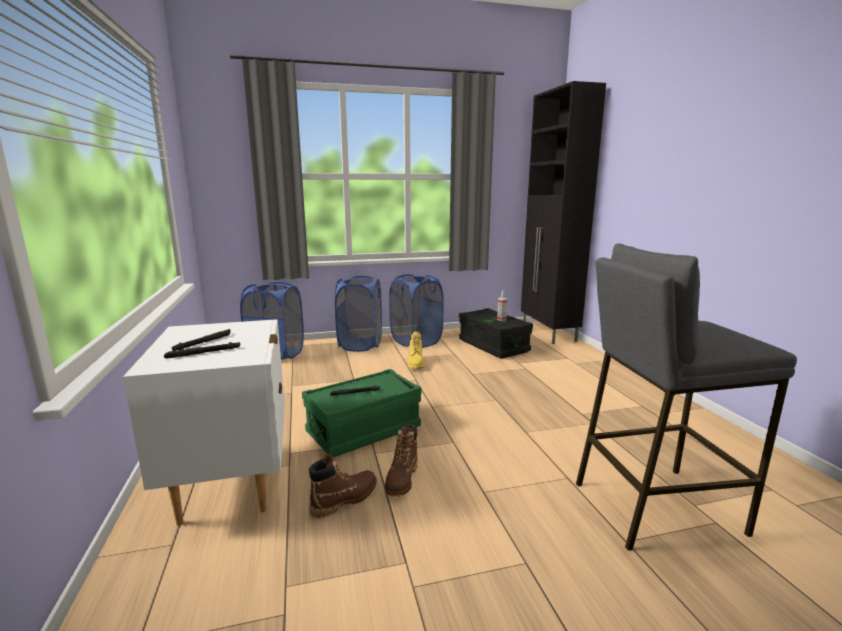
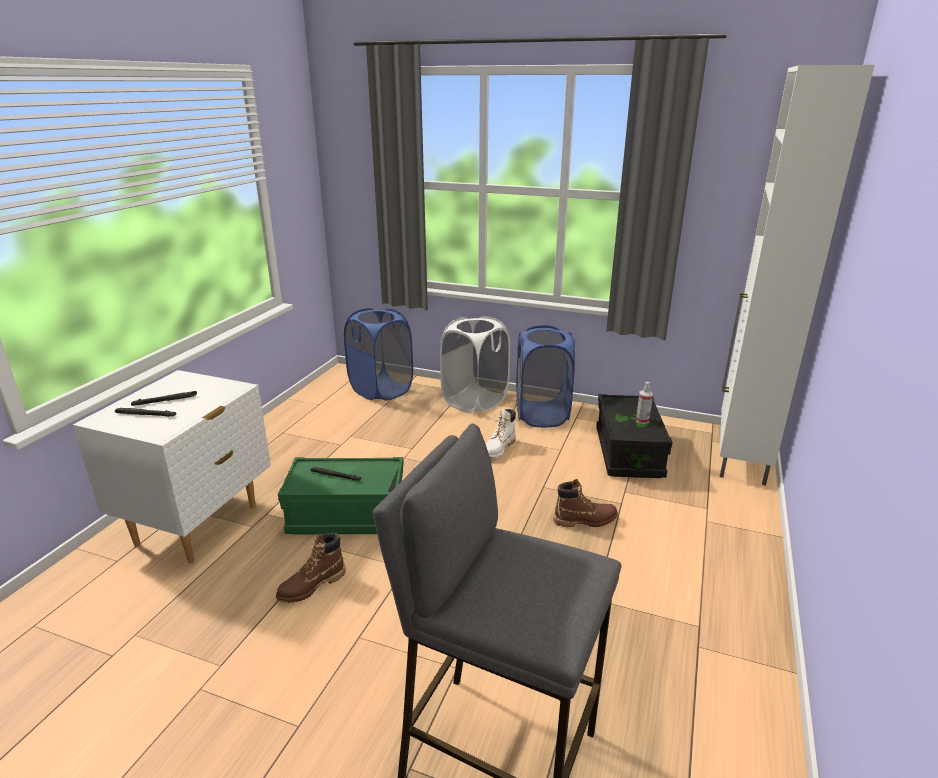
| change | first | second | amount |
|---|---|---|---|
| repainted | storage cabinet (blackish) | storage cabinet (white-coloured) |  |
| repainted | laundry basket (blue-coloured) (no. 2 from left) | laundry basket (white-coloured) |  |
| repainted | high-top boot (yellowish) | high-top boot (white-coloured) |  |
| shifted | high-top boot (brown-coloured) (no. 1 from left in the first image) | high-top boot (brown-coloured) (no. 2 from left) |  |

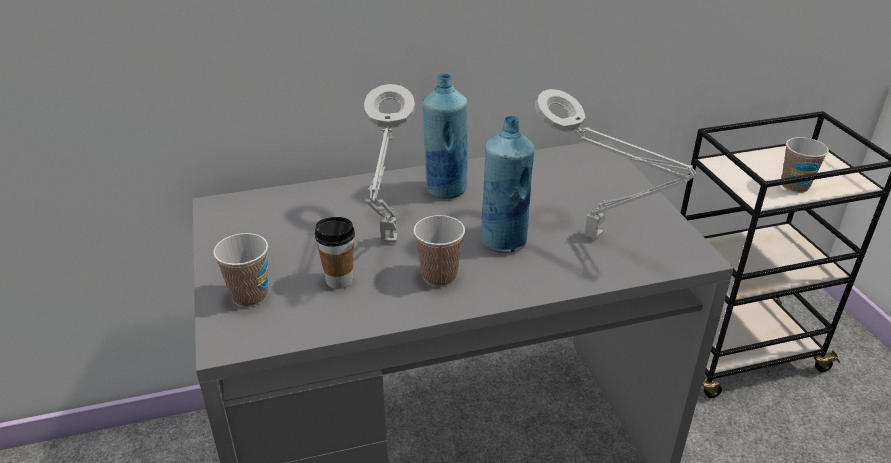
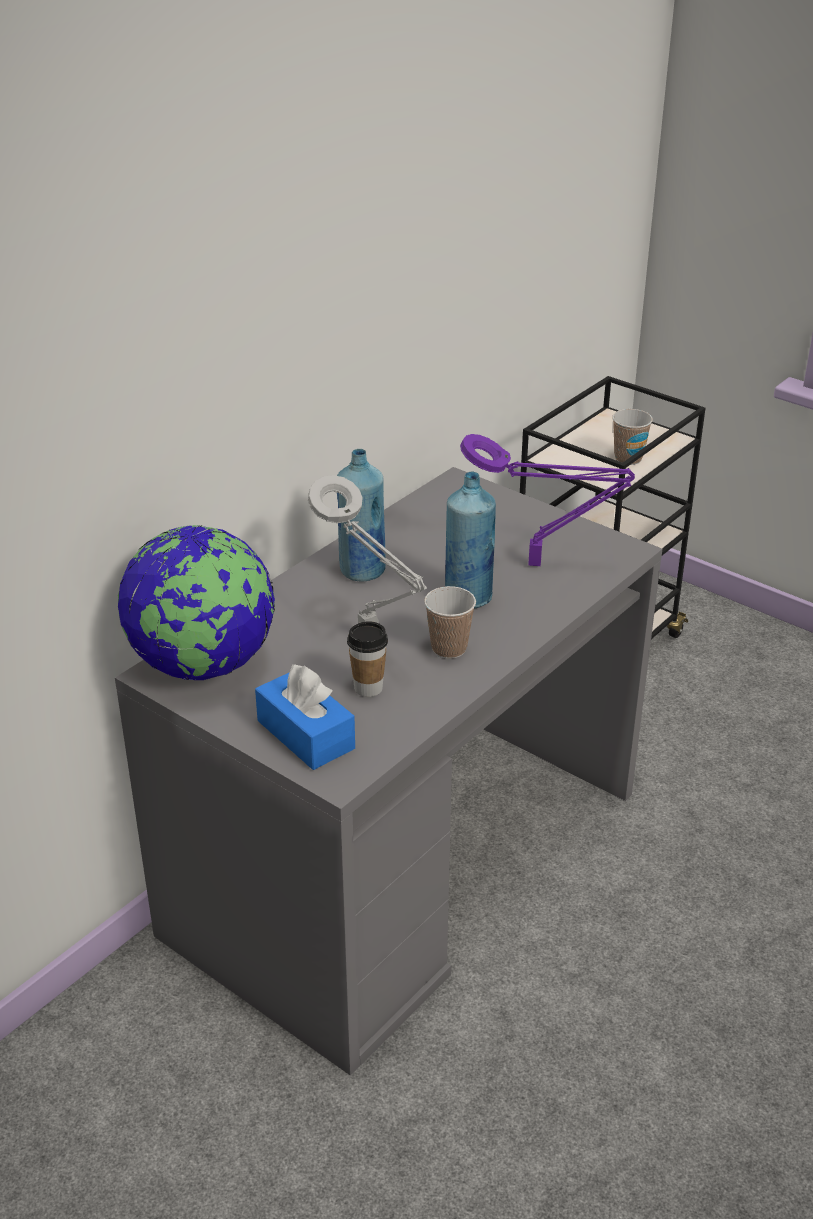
| change | first | second | amount |
|---|---|---|---|
| repainted | table lamp (gray) (no. 2 from left) | table lamp (purplish) |  |
| swapped | drinking cup (no. 1 from left) | tissue box (blue-coloured) |  |
| new |  | desk globe |  |

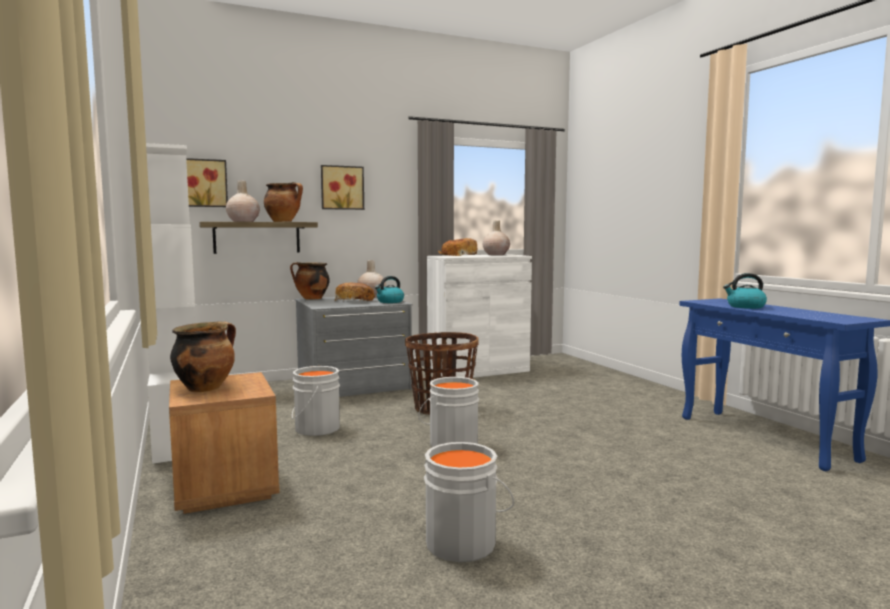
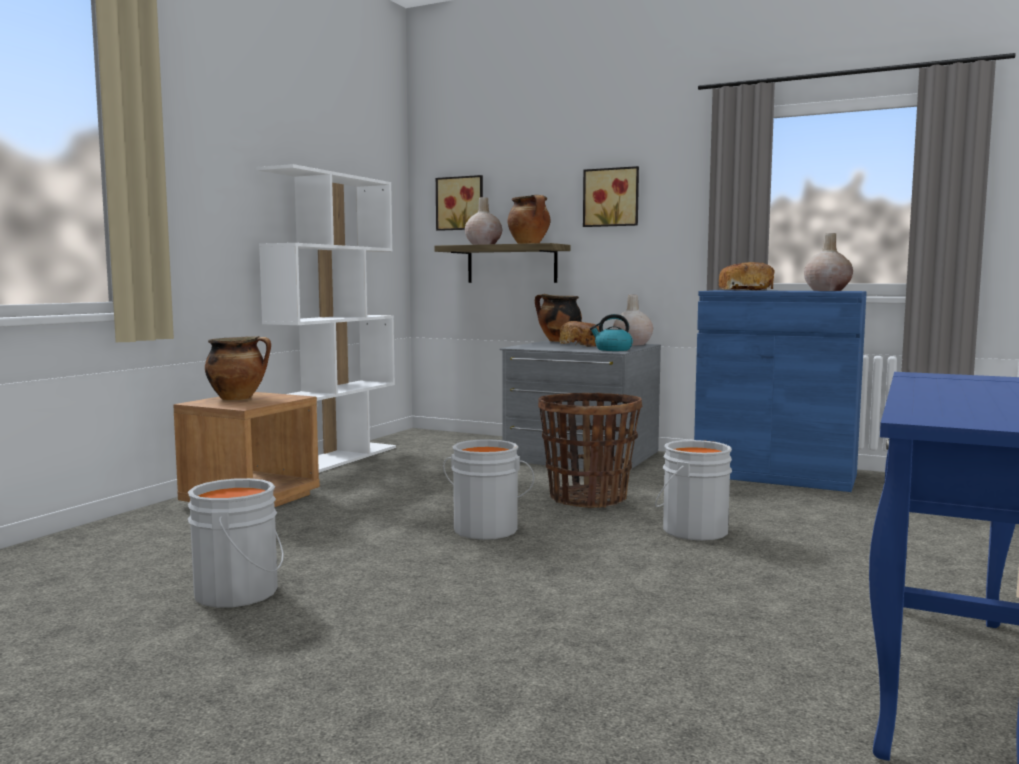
| change | first | second | amount |
|---|---|---|---|
| repainted | storage cabinet (white-coloured) | storage cabinet (blue-coloured) |  |
| gone | water kettle (no. 2 from left) |  |  |
| shifted | bucket (gray) (no. 1 from left in the first image) | bucket (gray) (no. 3 from left) |  |

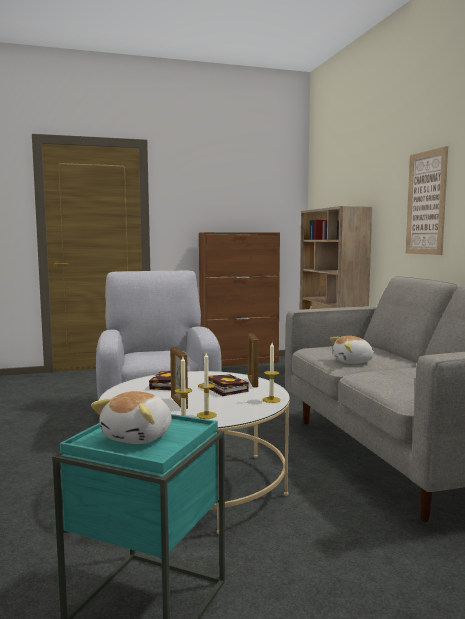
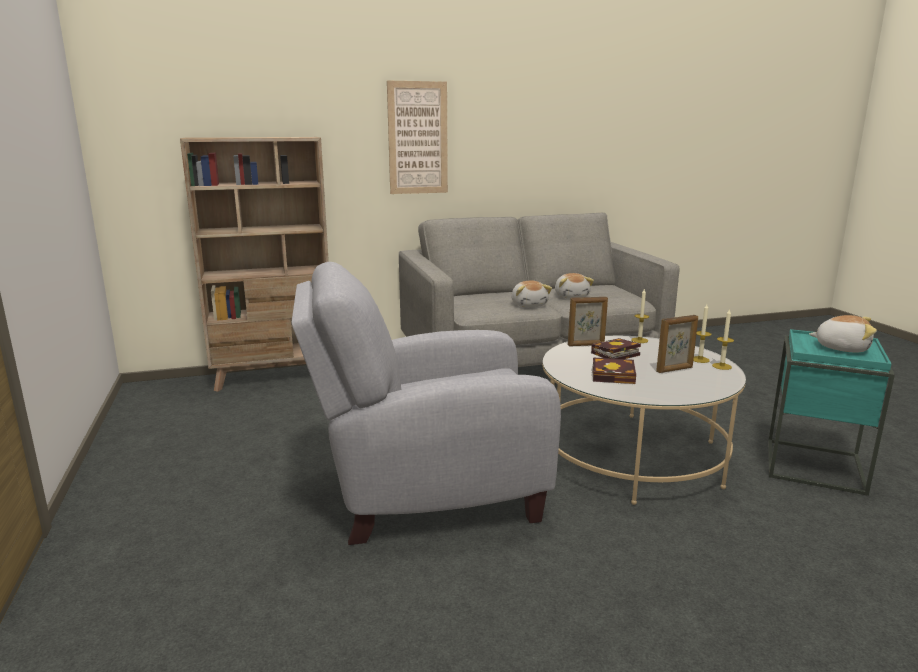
| change | first | second | amount |
|---|---|---|---|
| gone | storage cabinet (brown-coloured) |  |  |
| new |  | cuddly toy (no. 2 from left) |  |

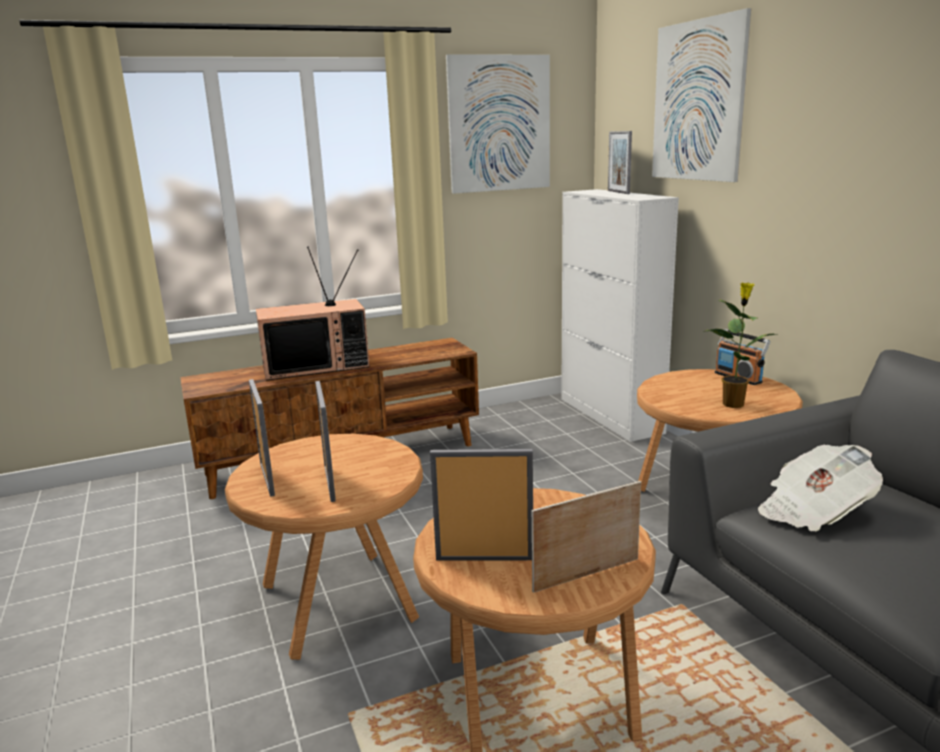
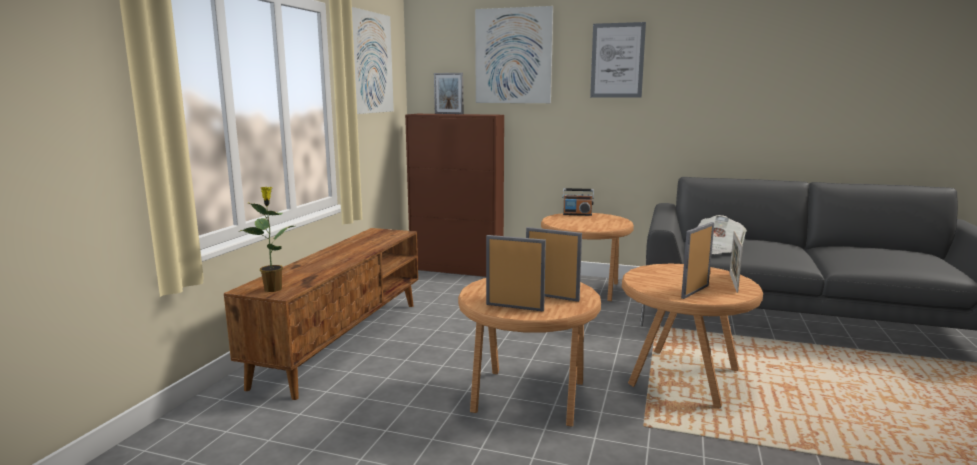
| change | first | second | amount |
|---|---|---|---|
| repainted | storage cabinet (white-coloured) | storage cabinet (brown-coloured) |  |
| gone | television |  |  |
| shifted | houseplant |  |  |
| new |  | picture (no. 3 from left) |  |

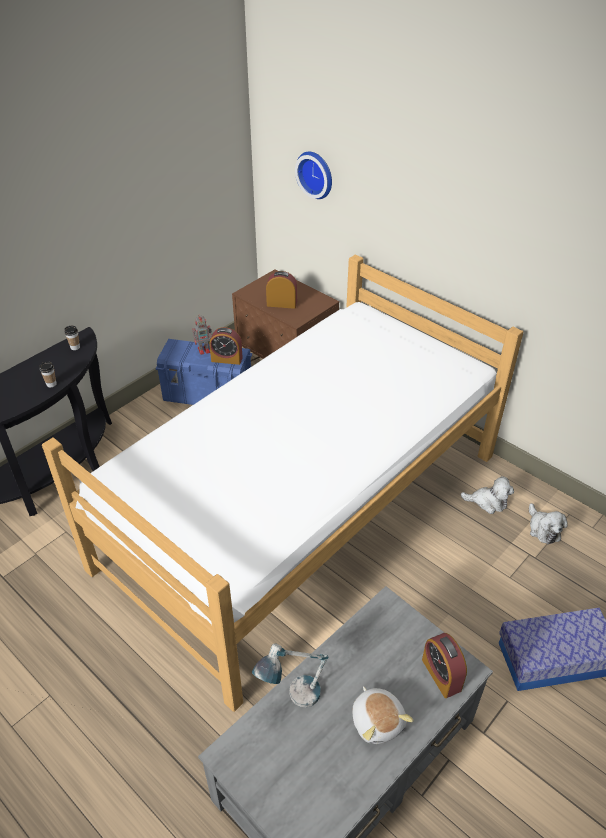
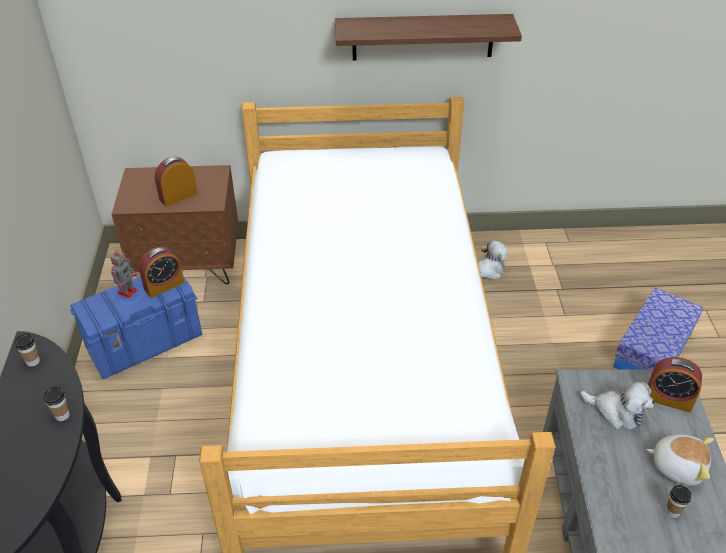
| change | first | second | amount |
|---|---|---|---|
| gone | hanging clock |  |  |
| shifted | cuddly toy (no. 3 from left in the first image) | cuddly toy (no. 2 from left) |  |
| gone | table lamp |  |  |
| new |  | shelf |  |
| new |  | drinking cup (no. 3 from left) |  |

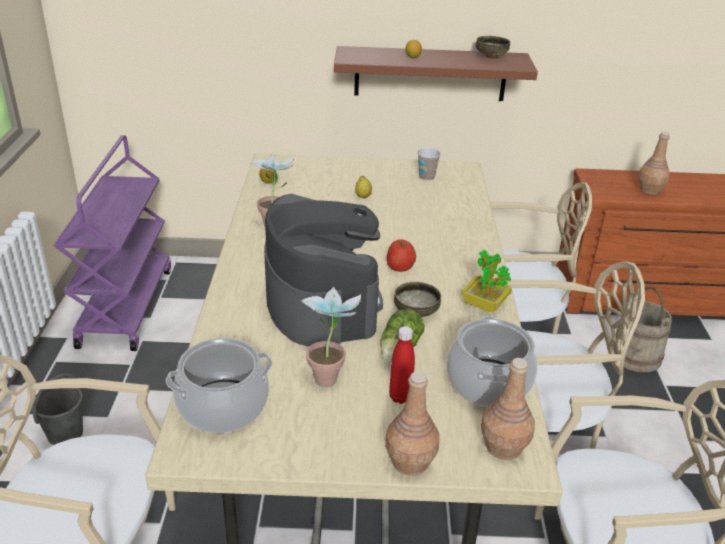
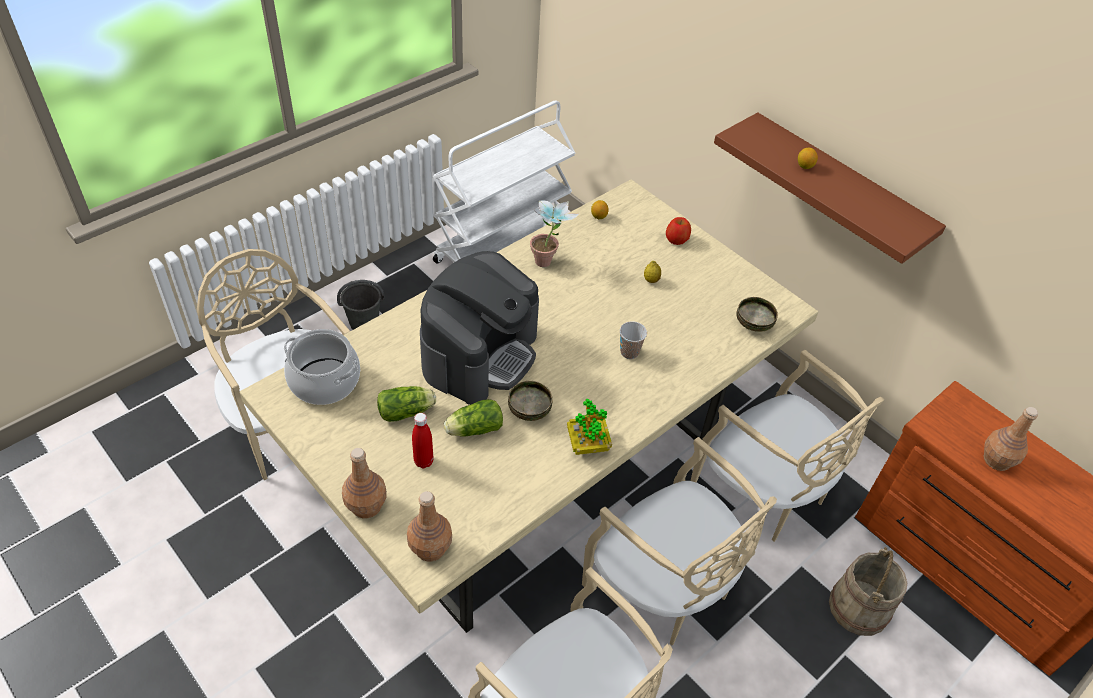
| change | first | second | amount |
|---|---|---|---|
| shifted | serving bowl (no. 2 from left) |  |  |
| repainted | wheeled cart (purplish) | wheeled cart (white-coloured) |  |
| shifted | drinking cup |  |  |
| shifted | apple |  |  |
| swapped | houseplant (no. 2 from left) | lettuce head (no. 1 from left) |  |
| gone | saucepot (no. 2 from left) |  |  |

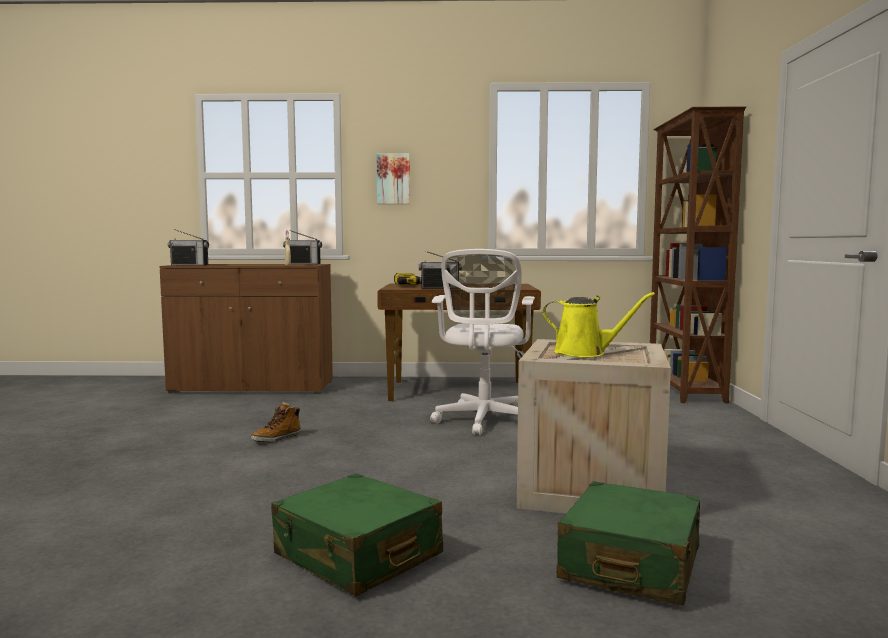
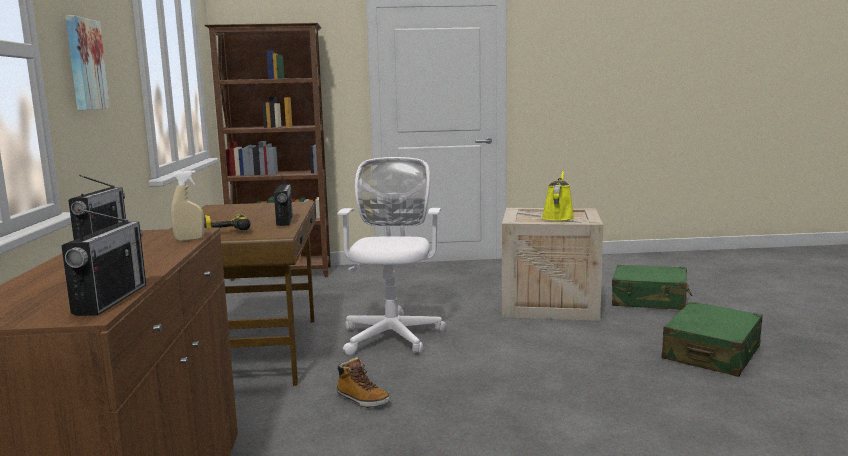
| change | first | second | amount |
|---|---|---|---|
| rotated | desk chair (white-coloured) |  | 90 degrees counterclockwise |
| shifted | high-top boot |  |  |

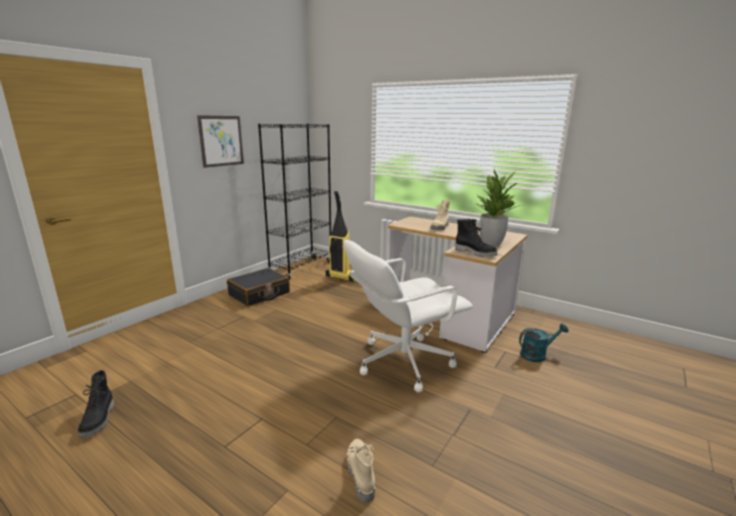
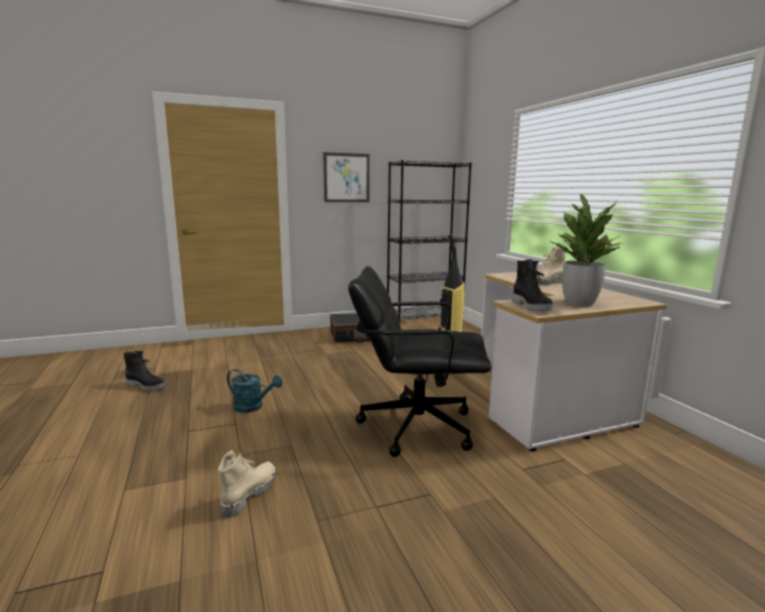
| change | first | second | amount |
|---|---|---|---|
| repainted | desk chair (white-coloured) | desk chair (blackish) |  |
| shifted | watering pot (blue-green) |  |  |
| rotated | high-top boot (blackish) (no. 1 from left) |  | 90 degrees counterclockwise |

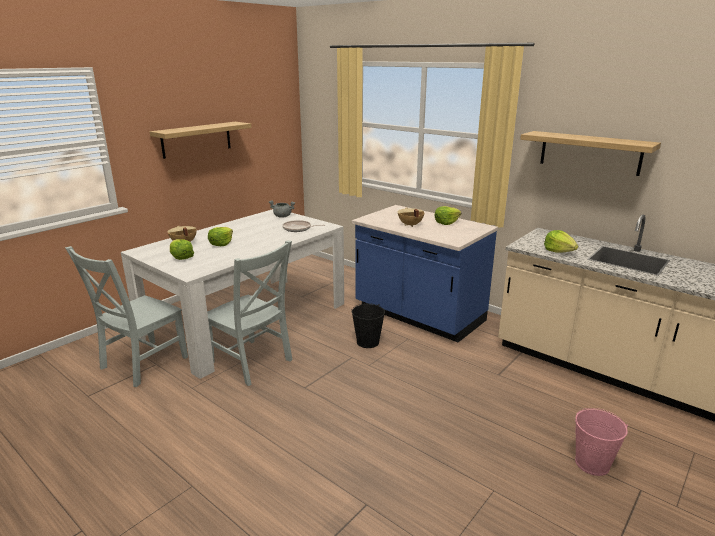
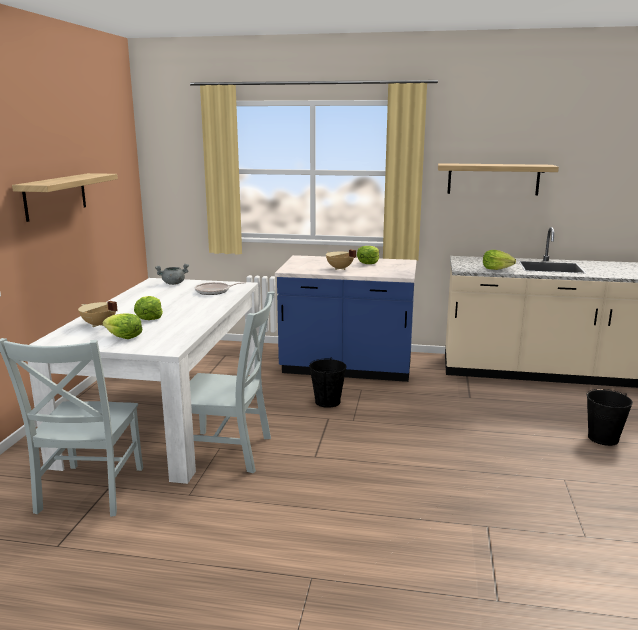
| change | first | second | amount |
|---|---|---|---|
| repainted | bucket (pink) | bucket (blackish) (no. 2 from left) |  |

